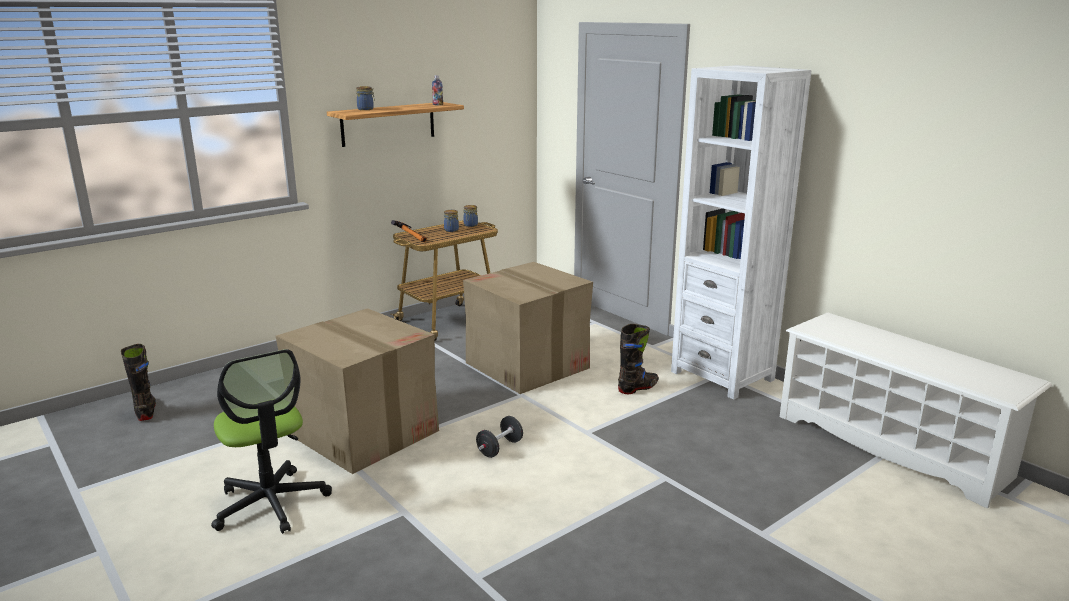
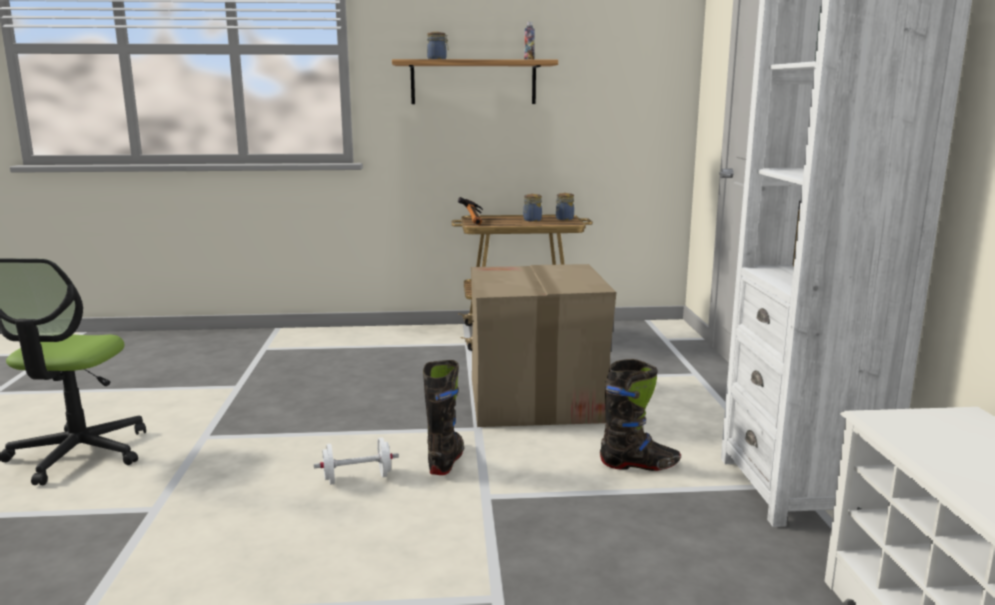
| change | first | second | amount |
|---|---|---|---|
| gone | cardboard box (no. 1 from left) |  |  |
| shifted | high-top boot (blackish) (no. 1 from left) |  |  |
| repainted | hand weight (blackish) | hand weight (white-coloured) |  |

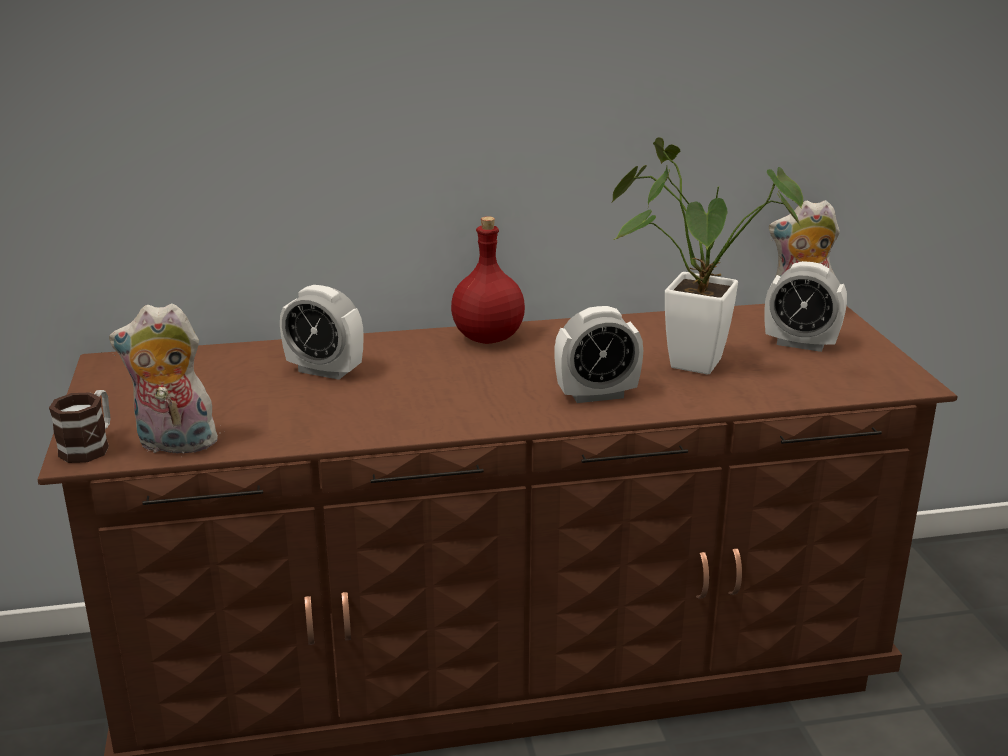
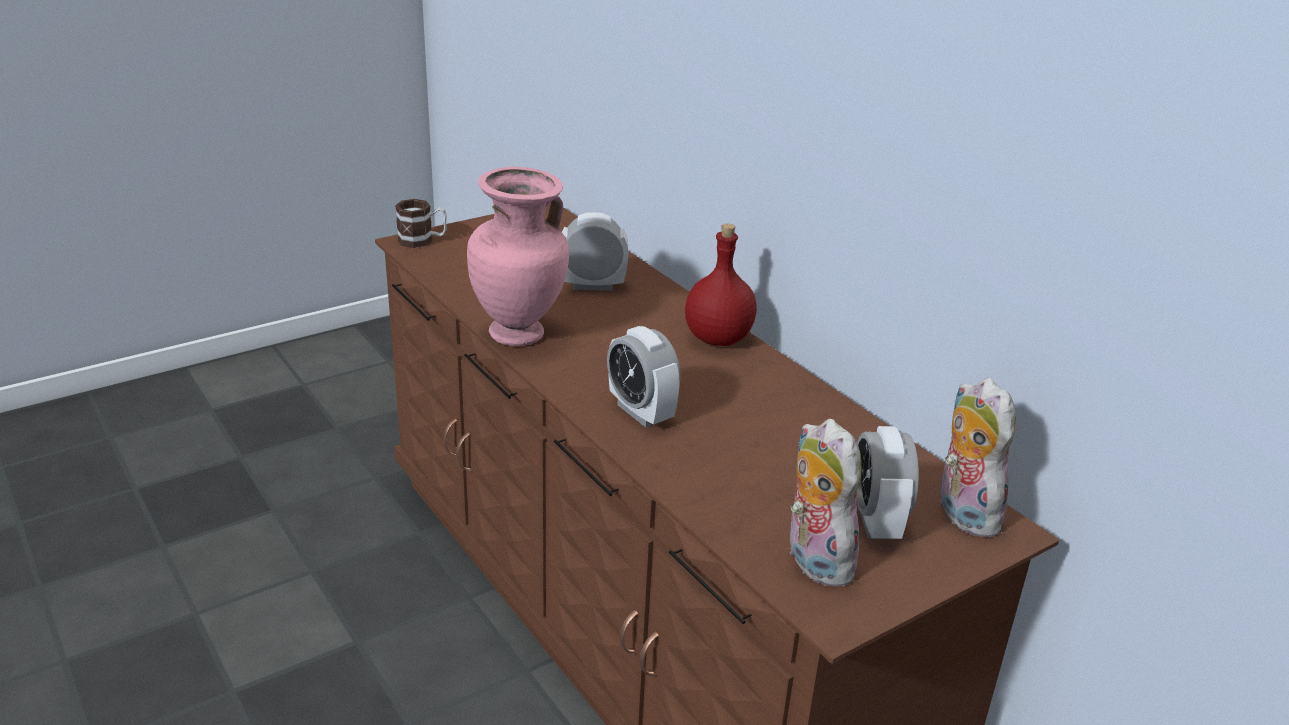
| change | first | second | amount |
|---|---|---|---|
| gone | houseplant |  |  |
| rotated | table clock (no. 1 from left) |  | 90 degrees clockwise |
| shifted | cuddly toy (no. 1 from left) |  |  |
| new |  | decorative vase (pink) |  |

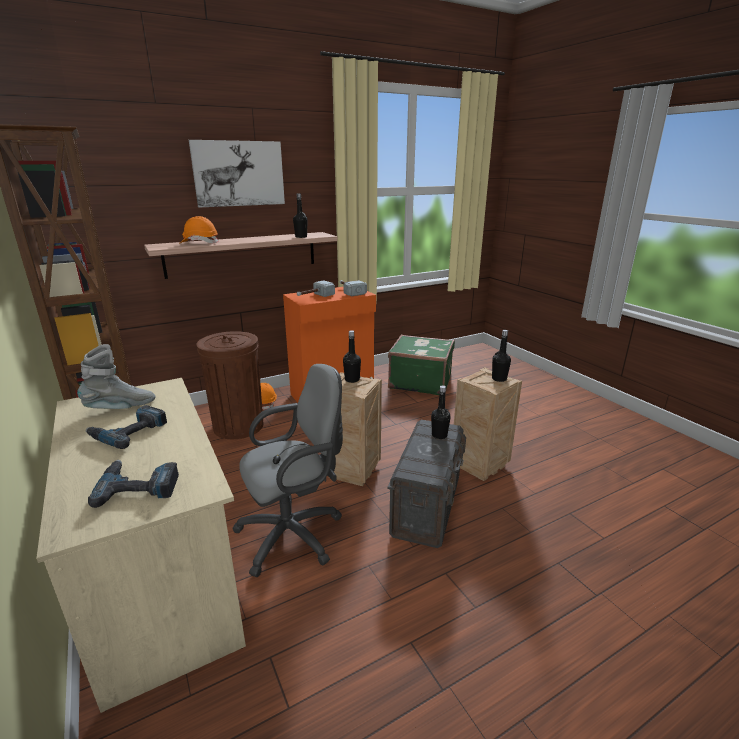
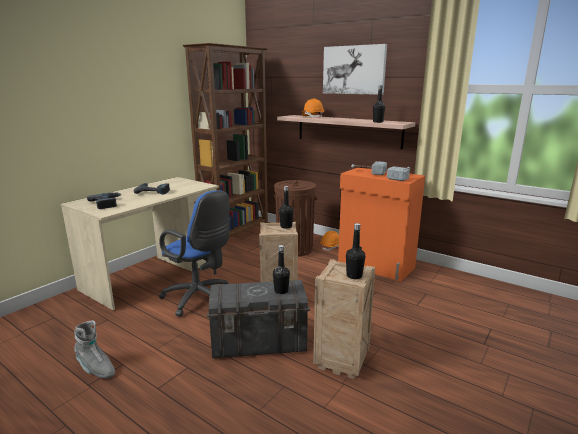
| change | first | second | amount |
|---|---|---|---|
| gone | travel case (greenish) |  |  |
| shifted | high-top boot (gray) |  |  |
| repainted | desk chair (gray) | desk chair (blue-coloured) |  |

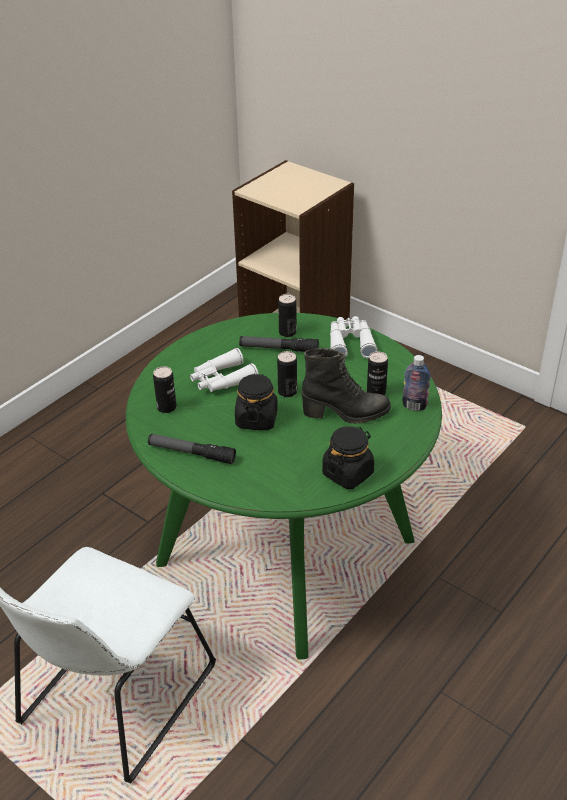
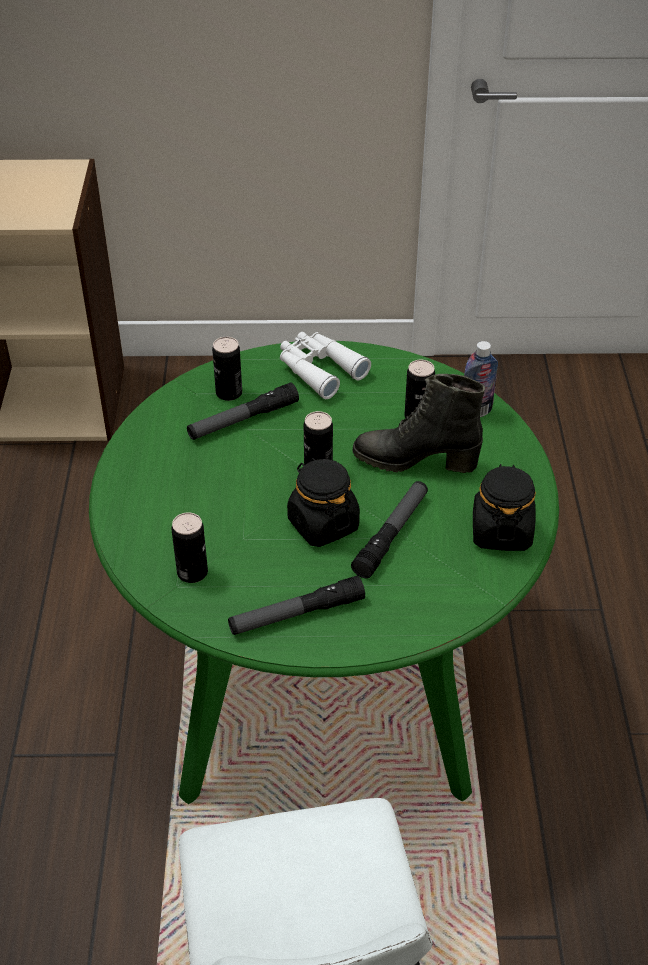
| change | first | second | amount |
|---|---|---|---|
| rotated | high-top boot (blackish) |  | 135 degrees counterclockwise |
| gone | pair of binoculars (white-coloured) (no. 1 from left) |  |  |
| new |  | hand torch (no. 3 from left) |  |

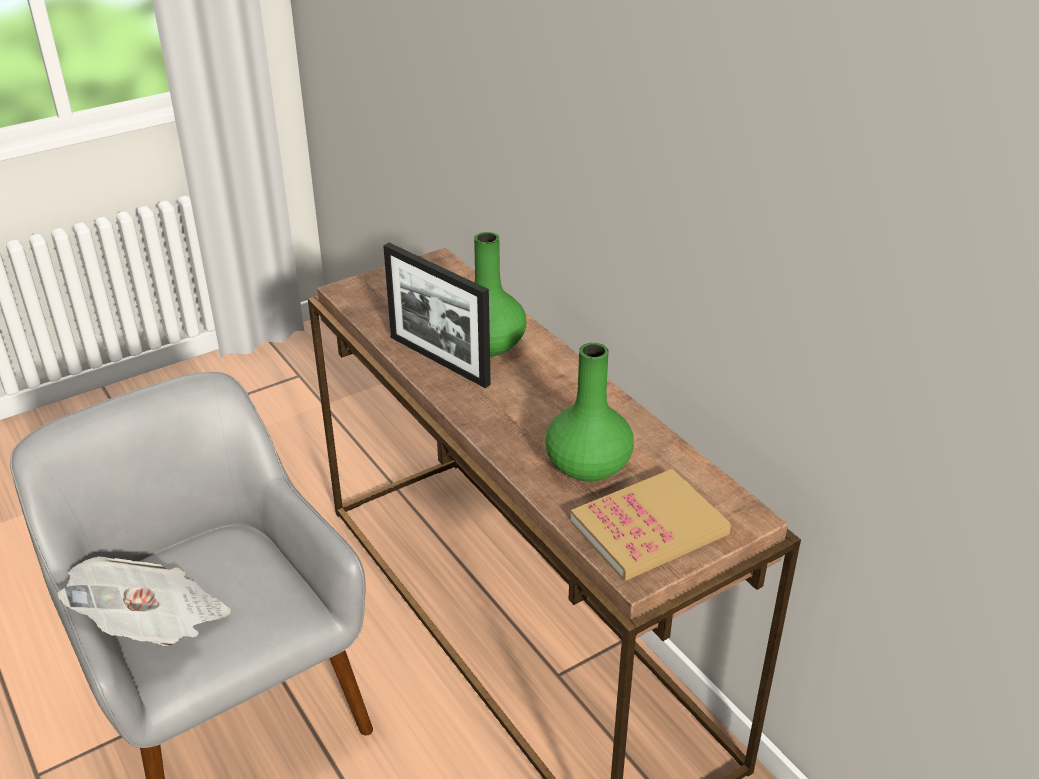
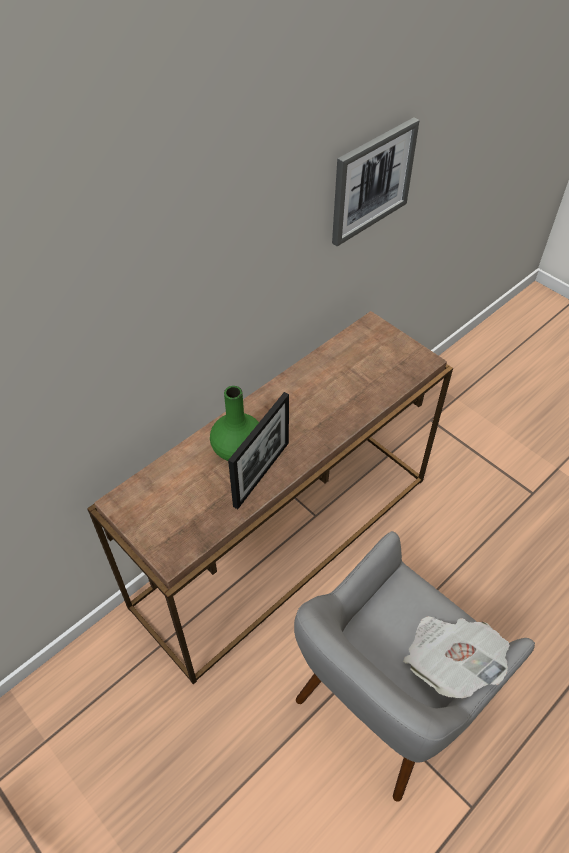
| change | first | second | amount |
|---|---|---|---|
| gone | decorative vase (greenish) (no. 2 from left) |  |  |
| gone | bound book |  |  |
| new |  | picture |  |

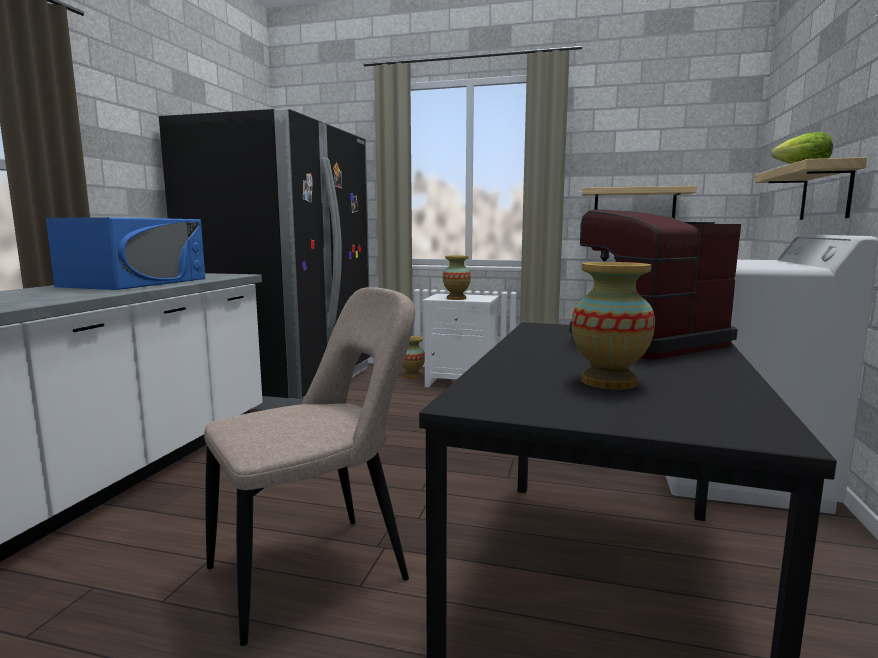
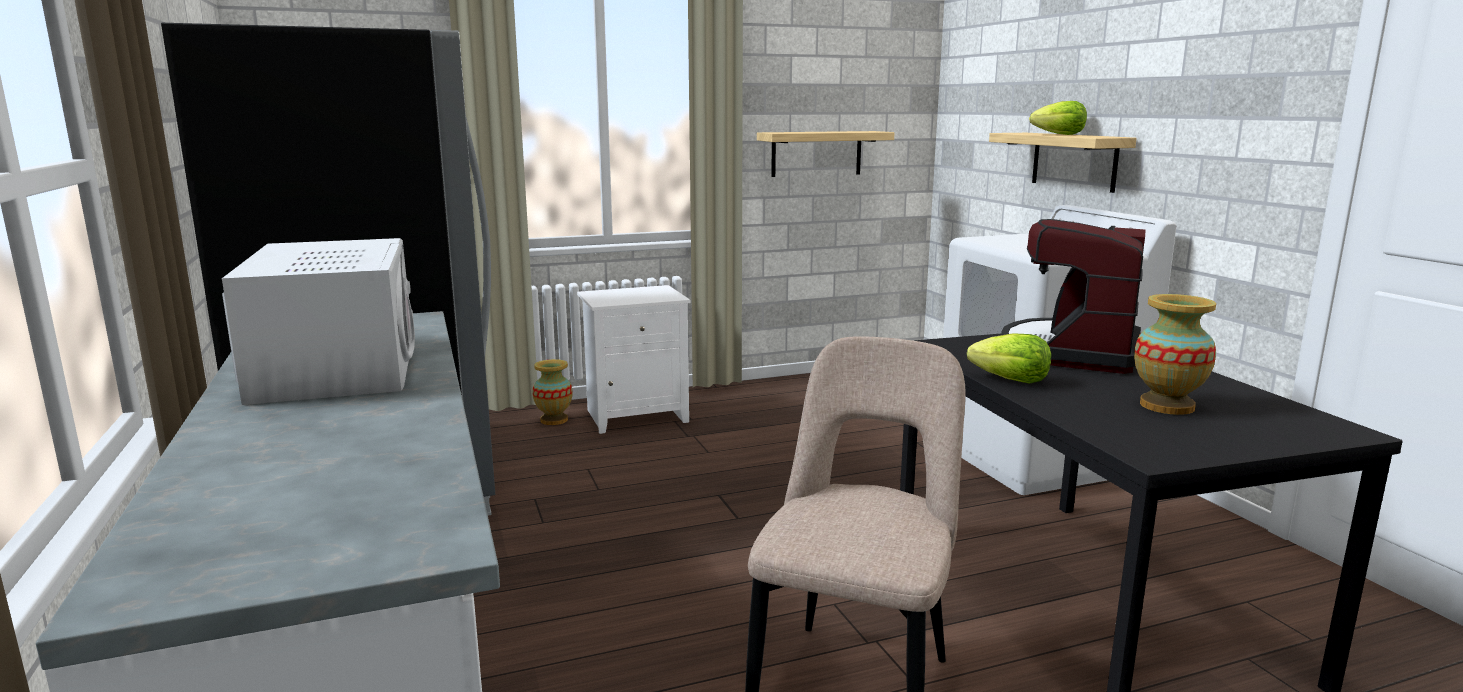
| change | first | second | amount |
|---|---|---|---|
| repainted | microwave (blue-coloured) | microwave (white-coloured) |  |
| gone | decorative vase (no. 2 from left) |  |  |
| new |  | lettuce head (no. 1 from left) |  |

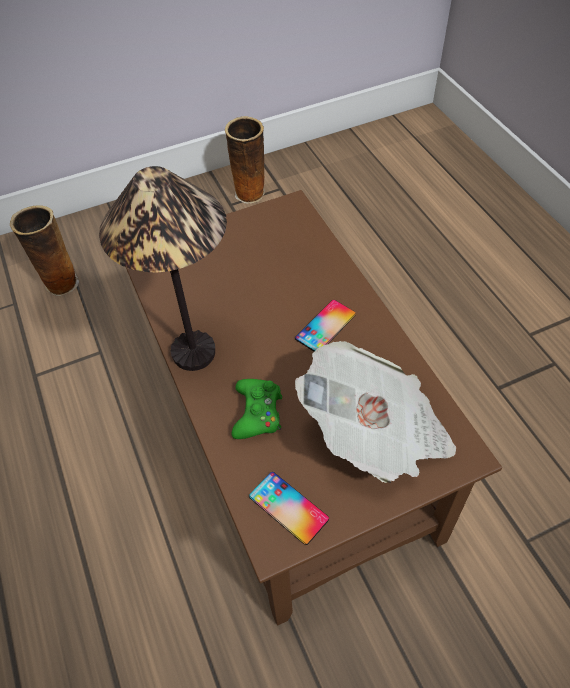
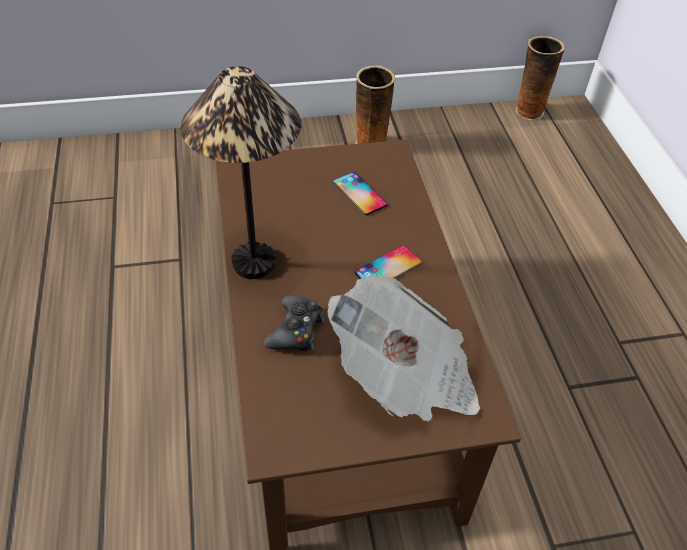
| change | first | second | amount |
|---|---|---|---|
| shifted | decorative vase (no. 1 from left in the first image) | decorative vase (no. 2 from left) |  |
| repainted | gamepad (greenish) | gamepad (blackish) |  |
| shifted | phone (no. 1 from left) |  |  |

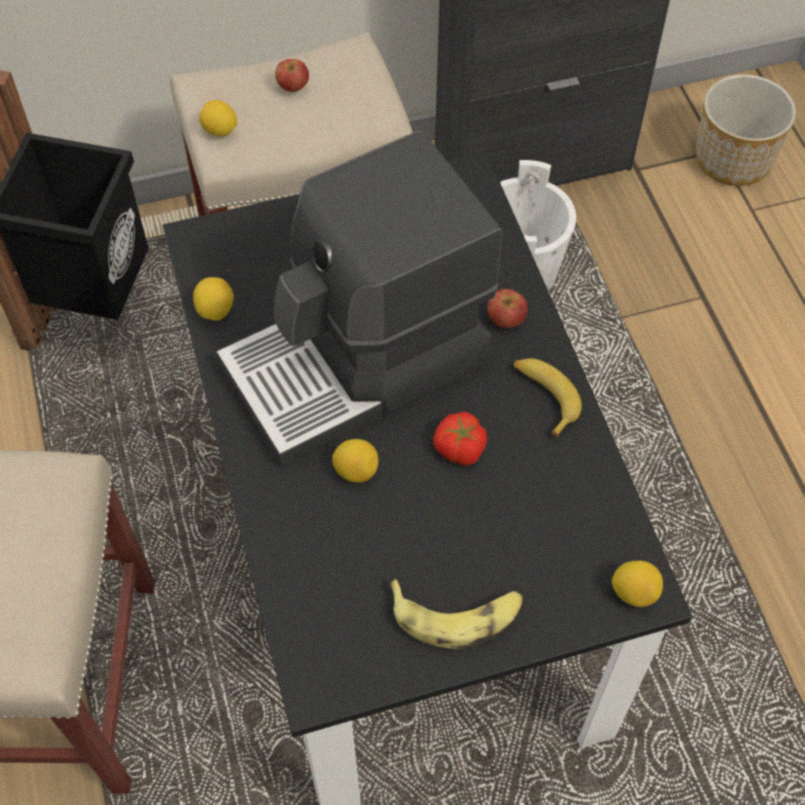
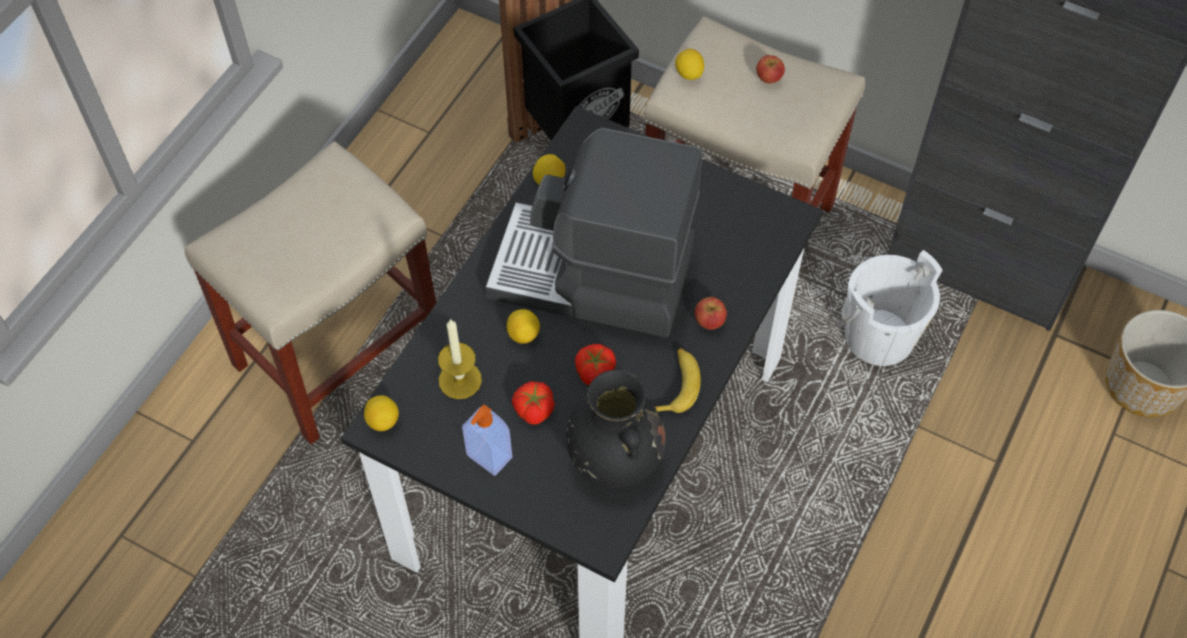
| change | first | second | amount |
|---|---|---|---|
| shifted | citrus fruit (no. 4 from left in the first image) | citrus fruit (no. 1 from left) |  |
| swapped | banana fruit (no. 1 from left) | soap bottle |  |
| new |  | candle |  |
| new |  | decorative vase (blackish) |  |
| new |  | whole tomato (no. 1 from left) |  |

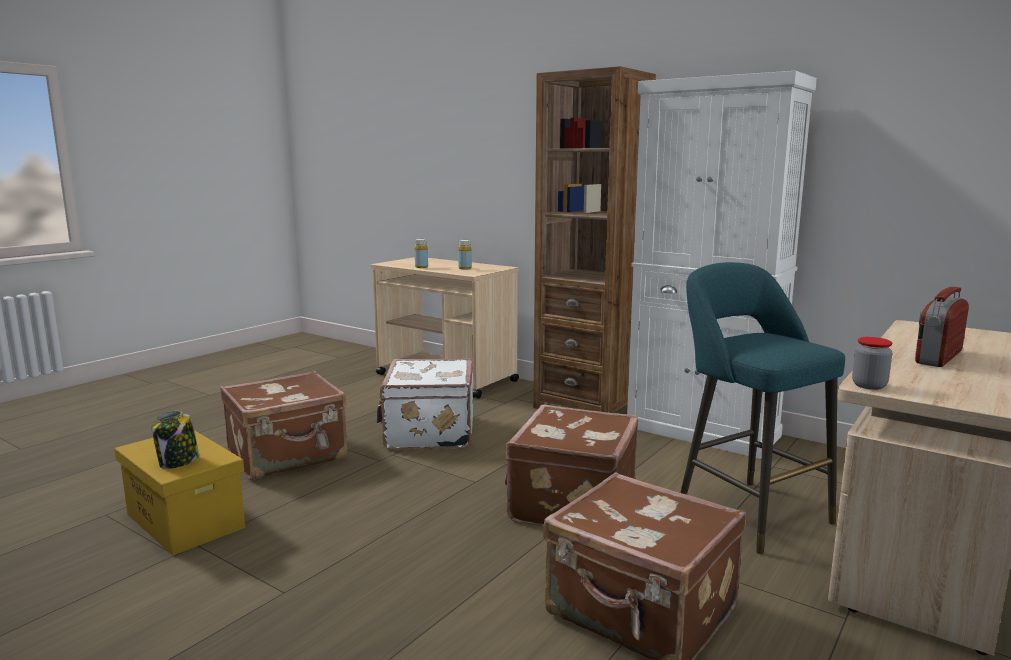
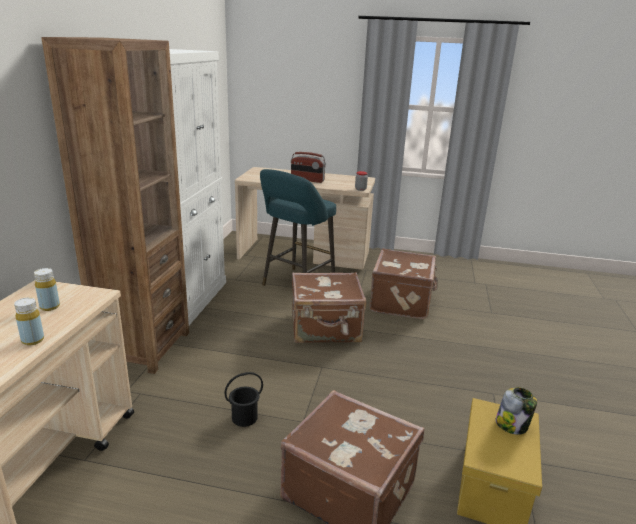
| change | first | second | amount |
|---|---|---|---|
| swapped | travel case (white-coloured) | bucket (blackish) |  |

